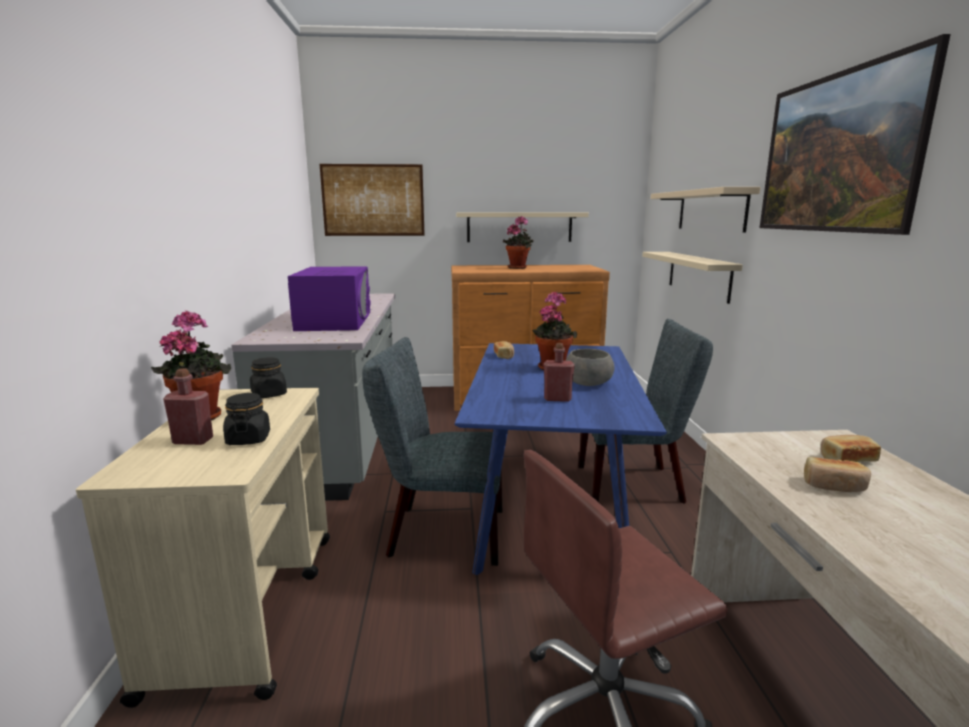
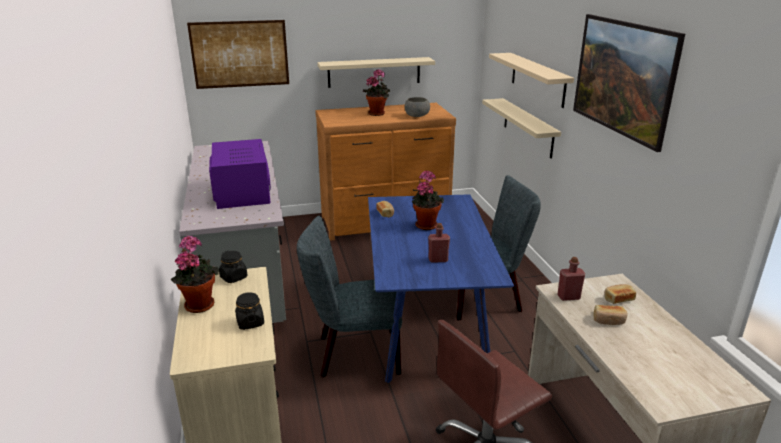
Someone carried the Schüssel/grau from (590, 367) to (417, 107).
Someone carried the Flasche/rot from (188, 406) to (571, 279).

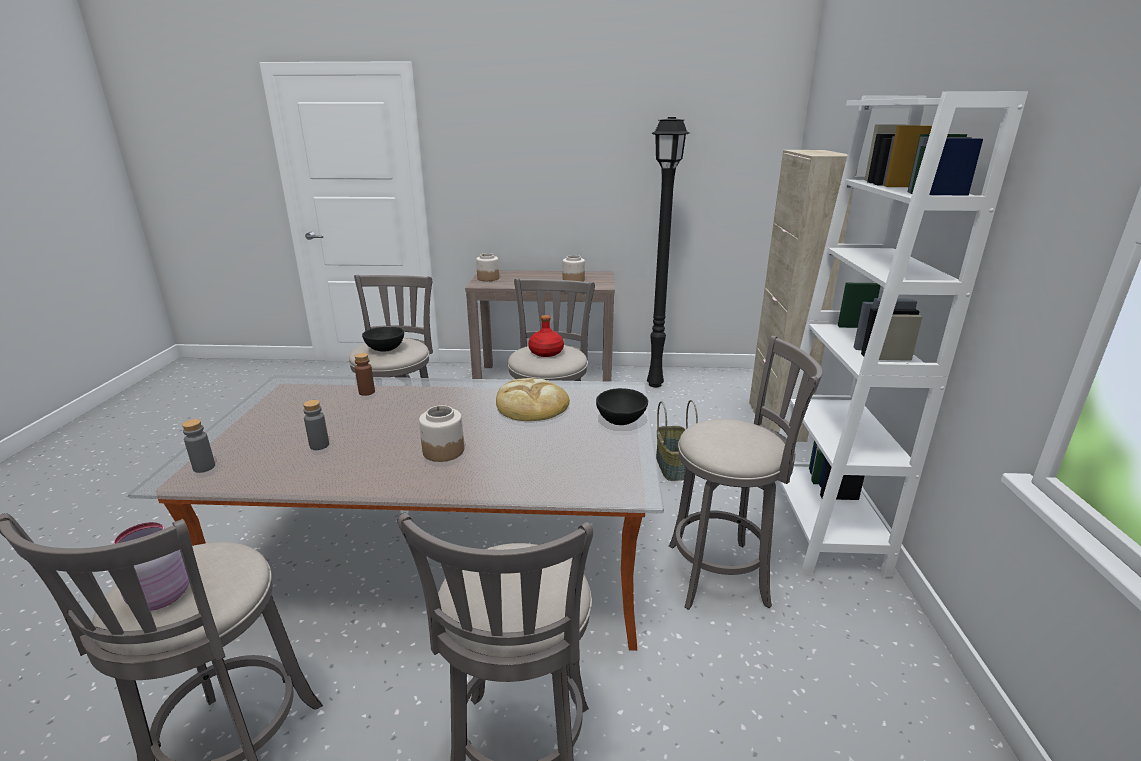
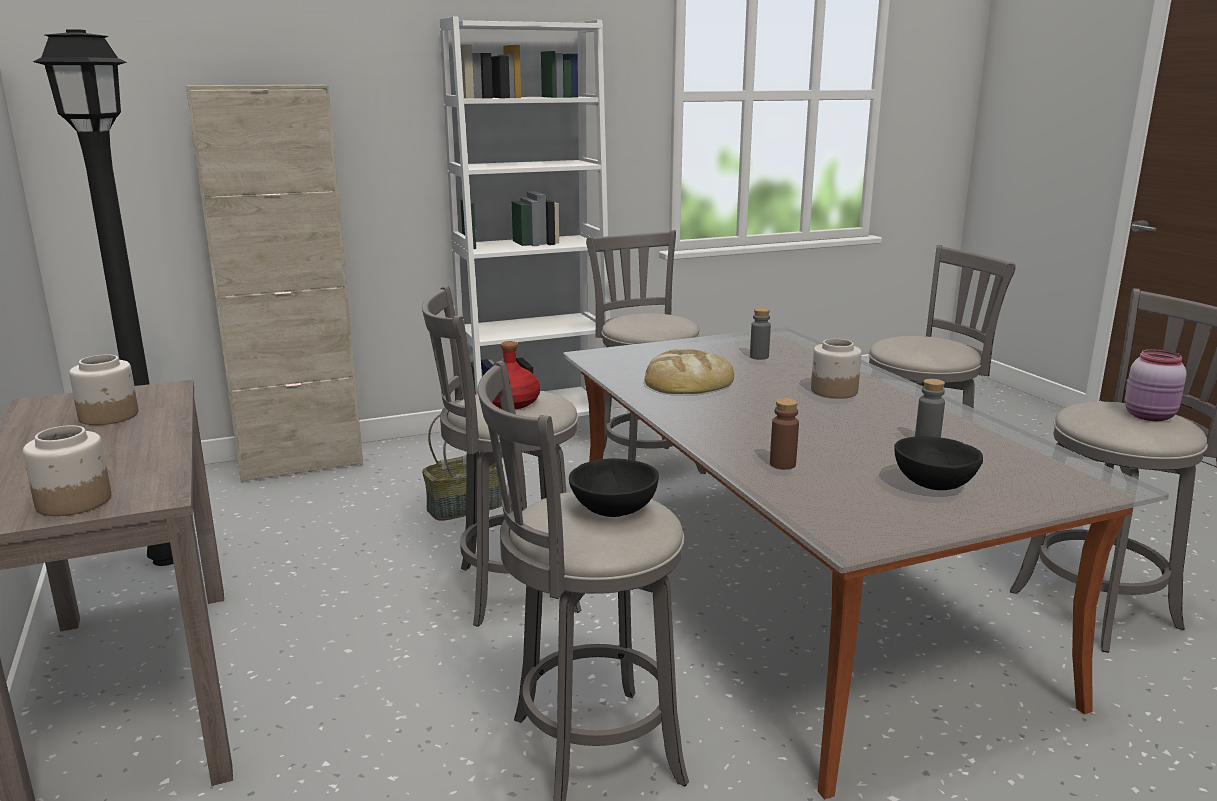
Someone carried the Flasche/grau from (198, 446) to (760, 334).
Someone carried the Schüssel/schwarz from (622, 406) to (938, 463).

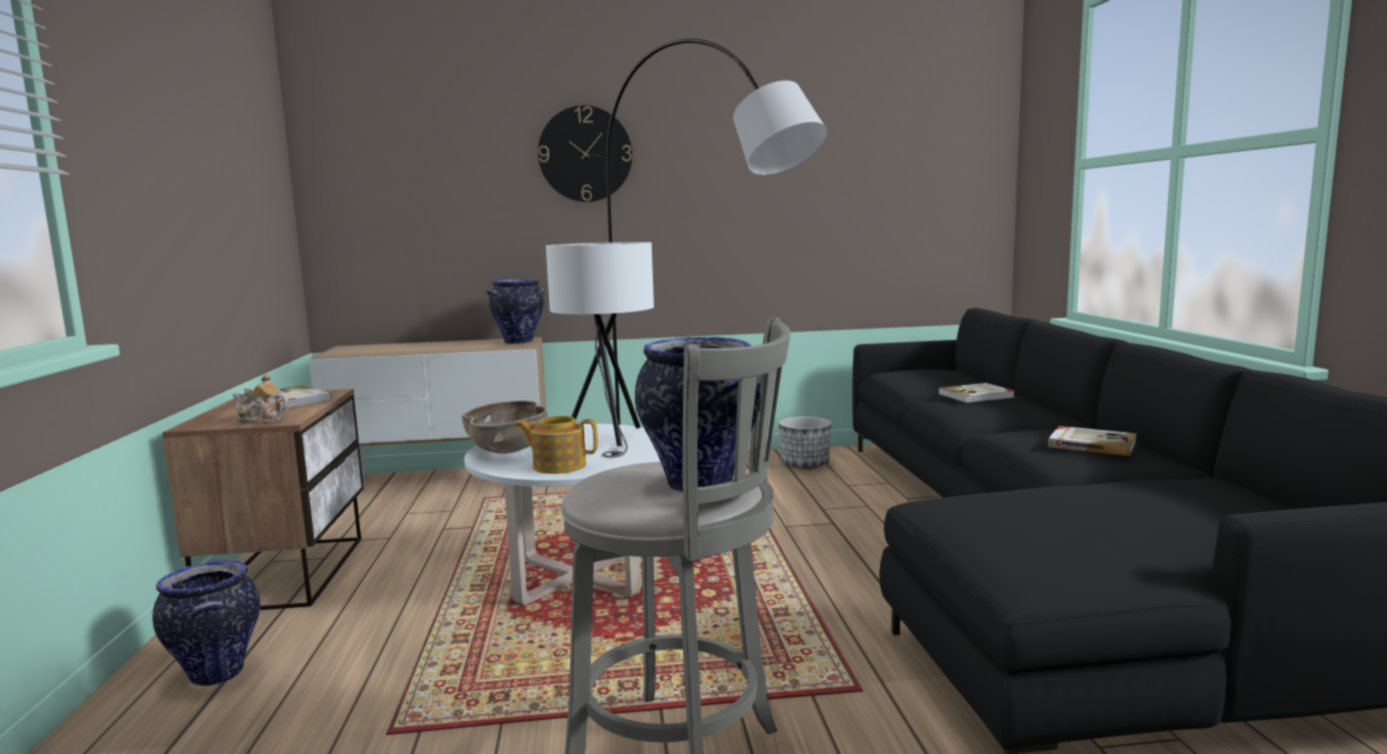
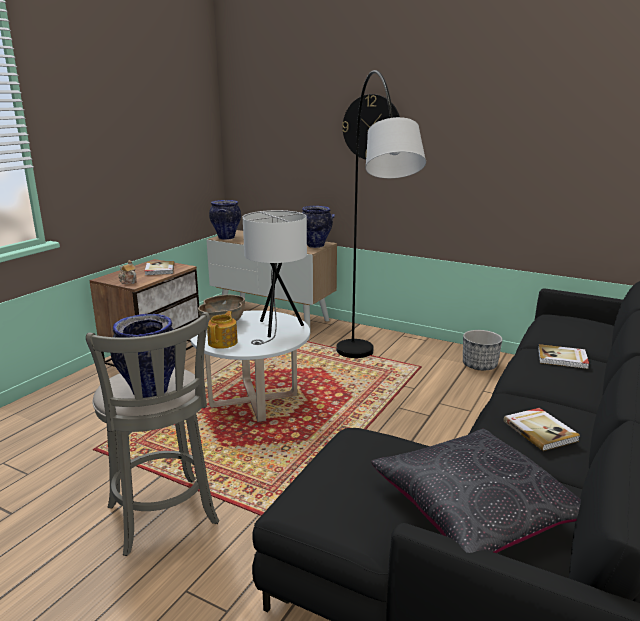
Someone rotated the Teekanne at (556, 445) by 60 degrees clockwise.
Someone carried the Vase from (206, 623) to (225, 220).
Someone put down the Kissen/schwarz at (476, 491).

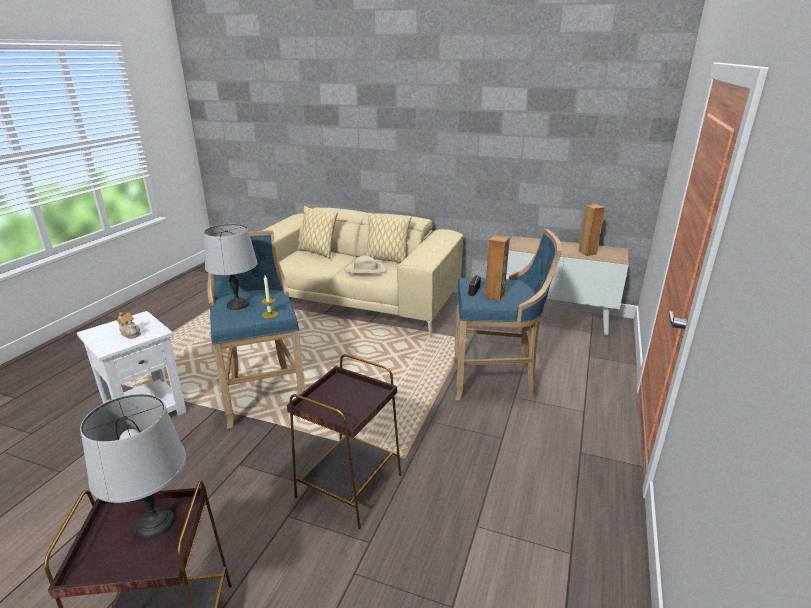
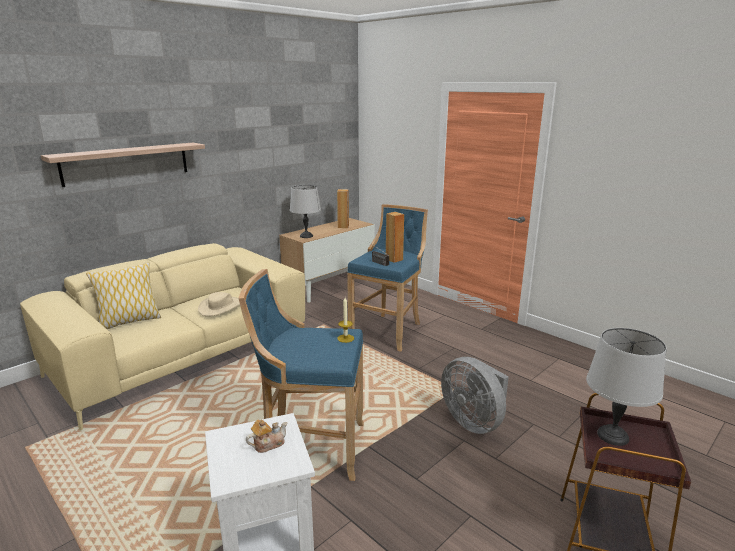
Someone put up the Wandregal at (123, 165).
Someone carried the Tischlampe/grau from (230, 267) to (305, 211).
Someone swapped the Beistelltisch/braun at (344, 441) for the Ventilator/grau at (475, 395).
Someone took away the Kissen at (388, 237).

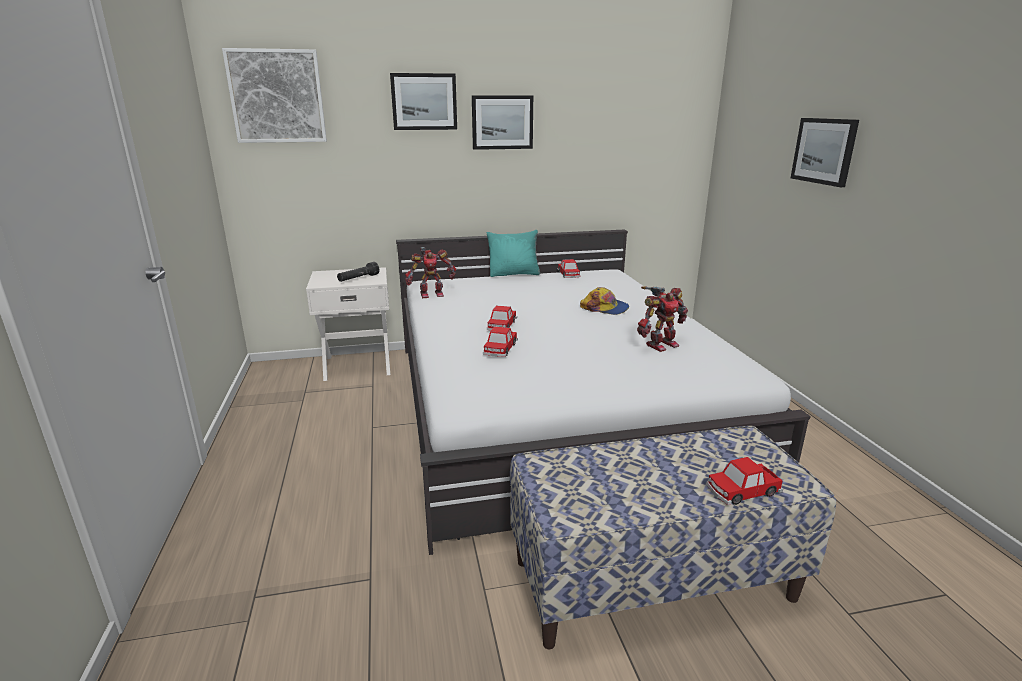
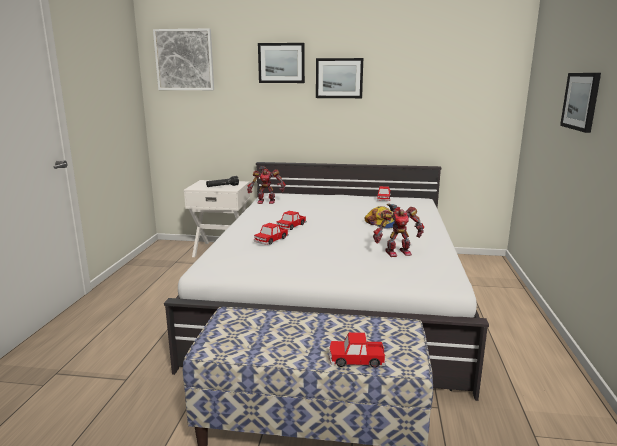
Someone took away the Kissen/türkis at (513, 253).

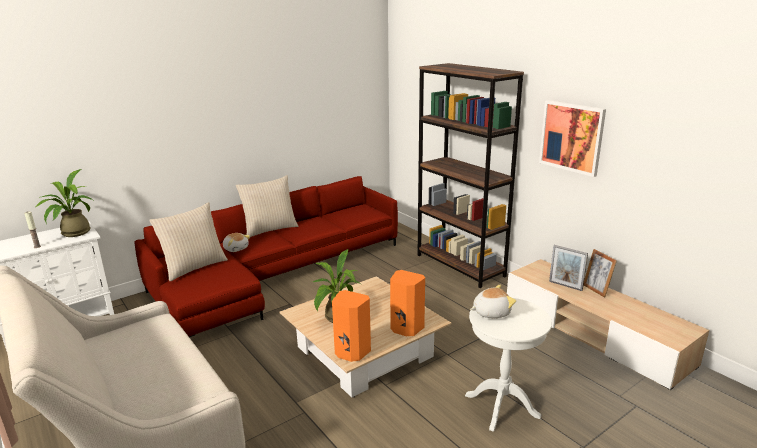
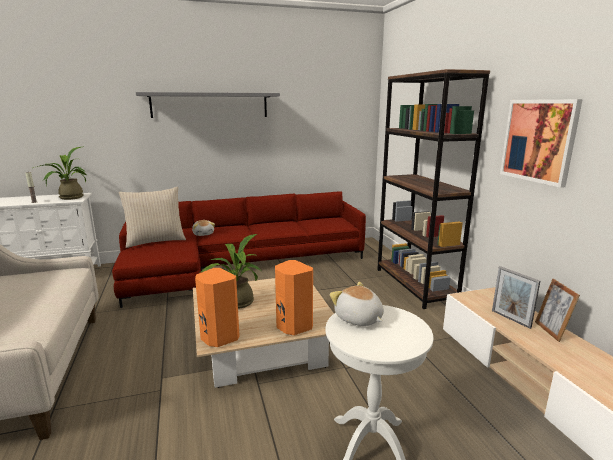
Someone put up the Wandregal/grau at (208, 105).
Someone rotated the Plüschtier at (493, 301) by 135 degrees counterclockwise.
Someone took away the Kissen/beige at (267, 206).

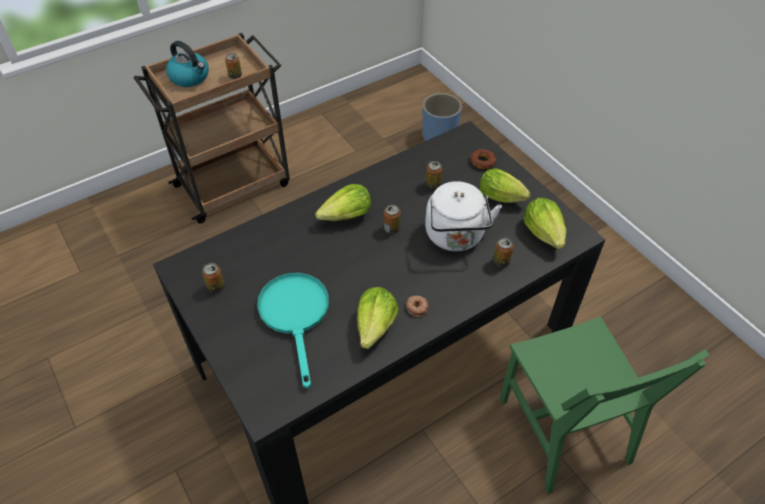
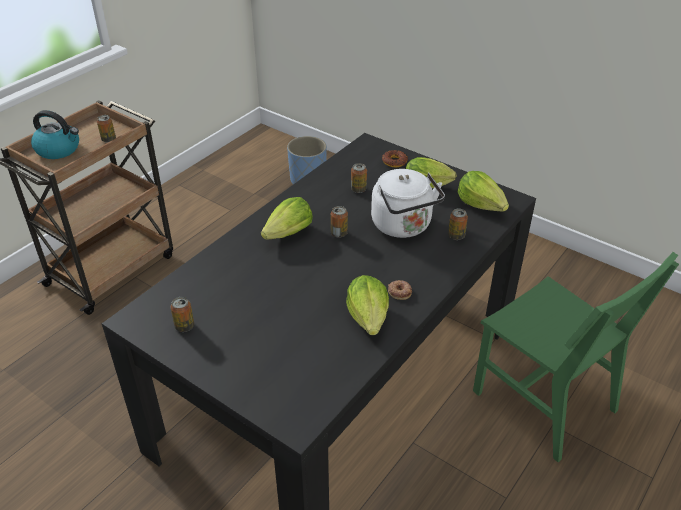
Someone took away the Pfanne/türkis at (293, 331).

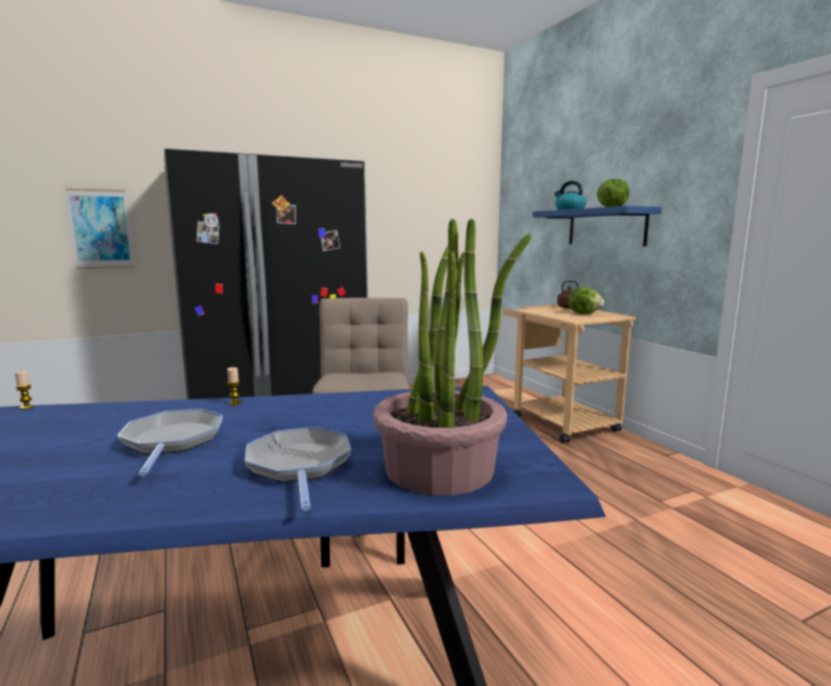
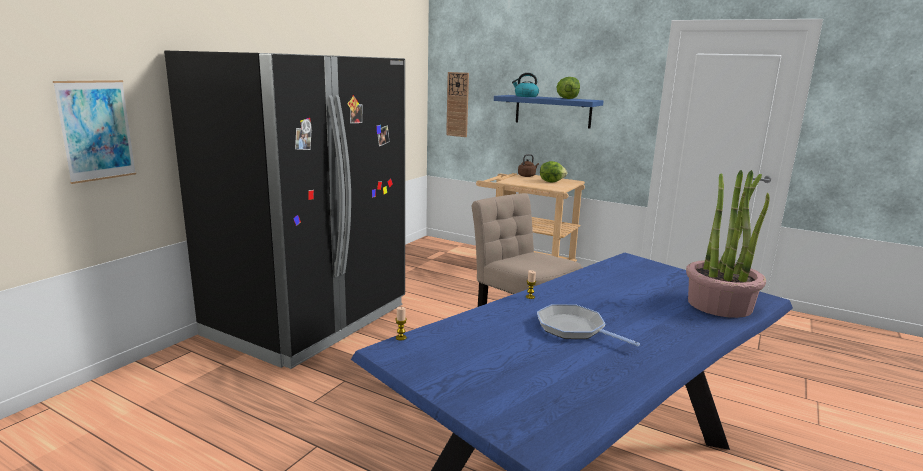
Someone put up the Wanduhr at (457, 104).
Someone took away the Pfanne at (298, 469).

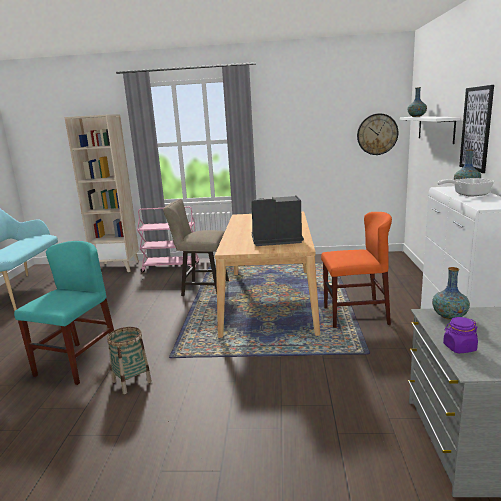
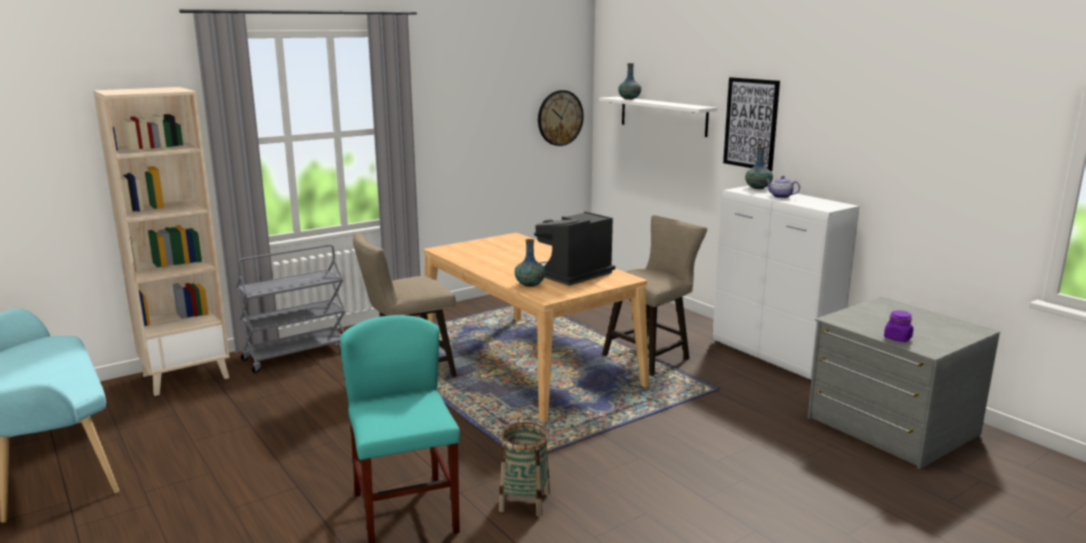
Someone repainted the Rollwagen/rosa at (168, 239), which became the Rollwagen/grau at (291, 308).
Someone carried the Vase from (451, 293) to (530, 263).
Someone swapped the Stuhl/orange at (356, 270) for the Hocker/beige at (654, 295).
Someone swapped the Pfanne at (466, 187) for the Teekanne at (782, 187).

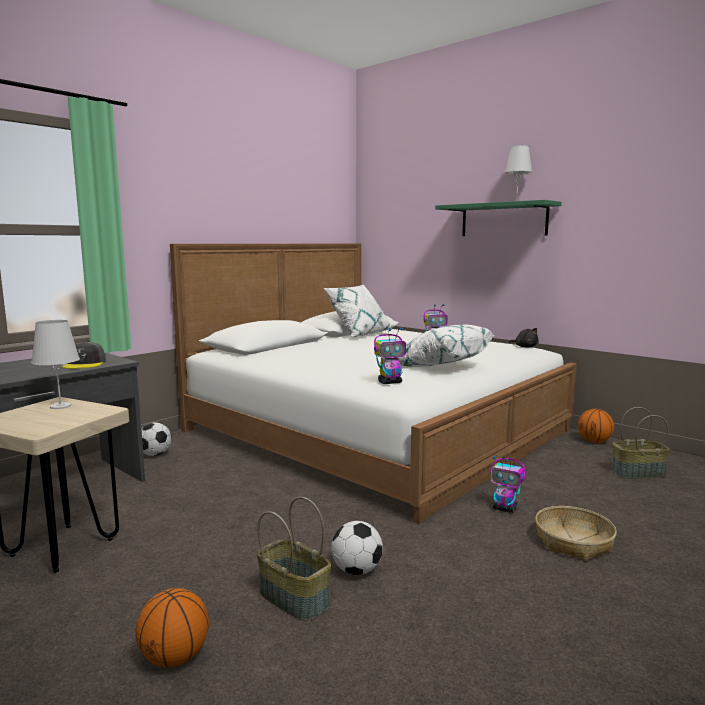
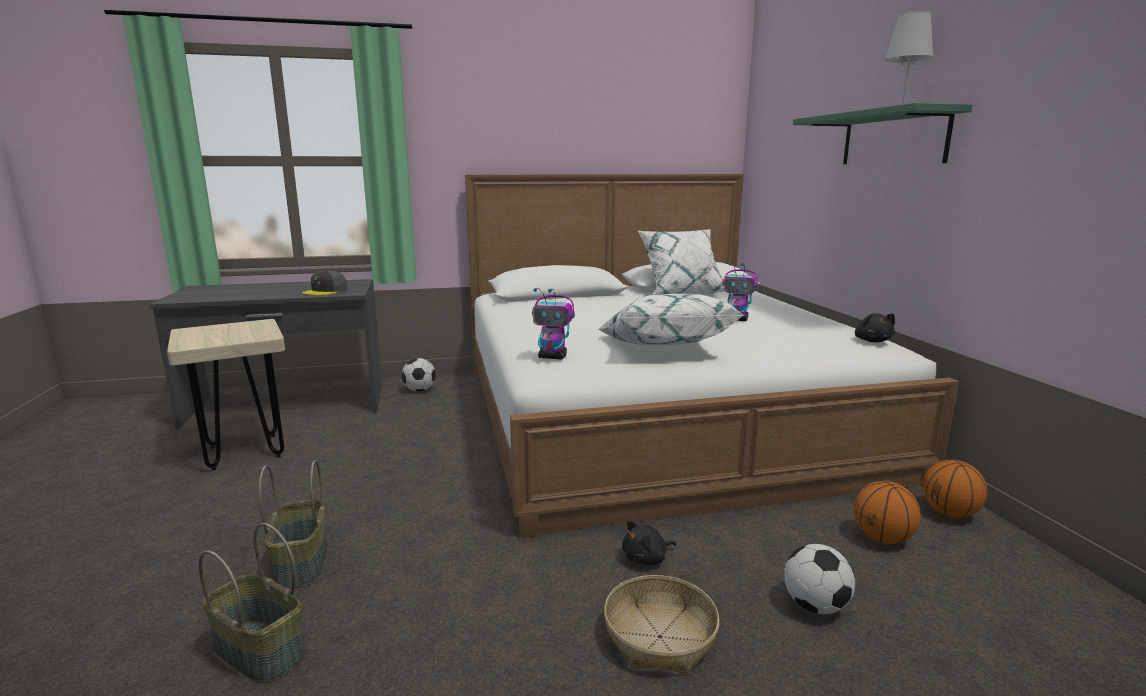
Someone carried the Korb from (640, 443) to (252, 603).
Someone swapped the Spielzeugroboter at (508, 484) for the Plüschtier/schwarz at (649, 542).
Someone carried the Fußball from (357, 548) to (819, 579).
Someone carried the Basketball from (172, 627) to (887, 512).
Someone took away the Tischlampe/weiß at (55, 364).

